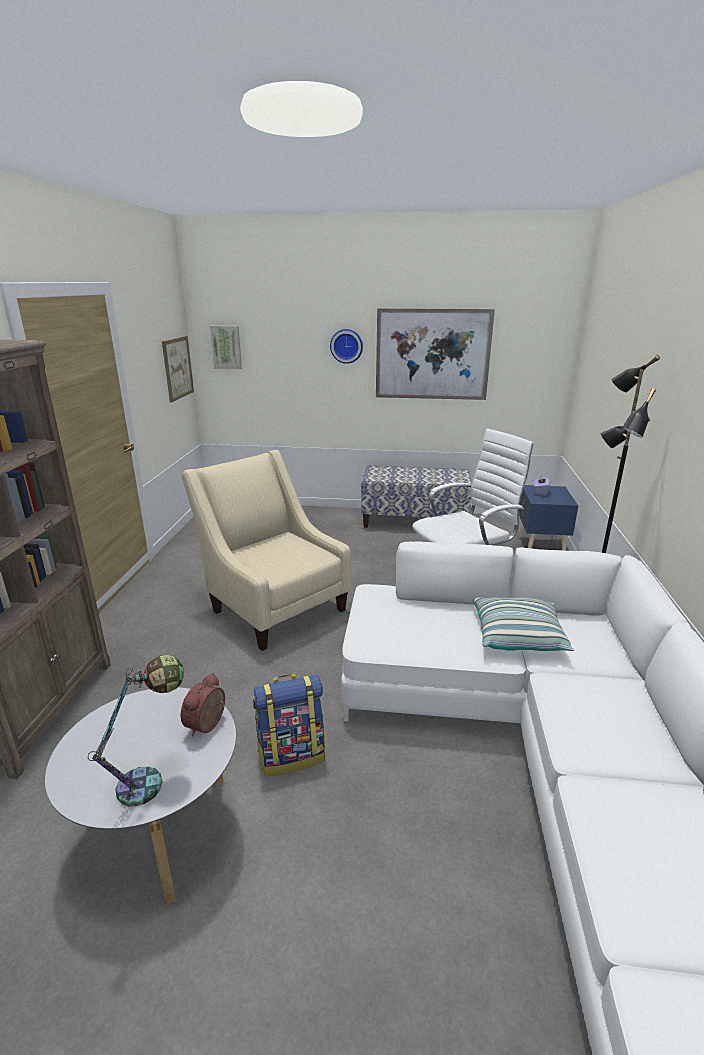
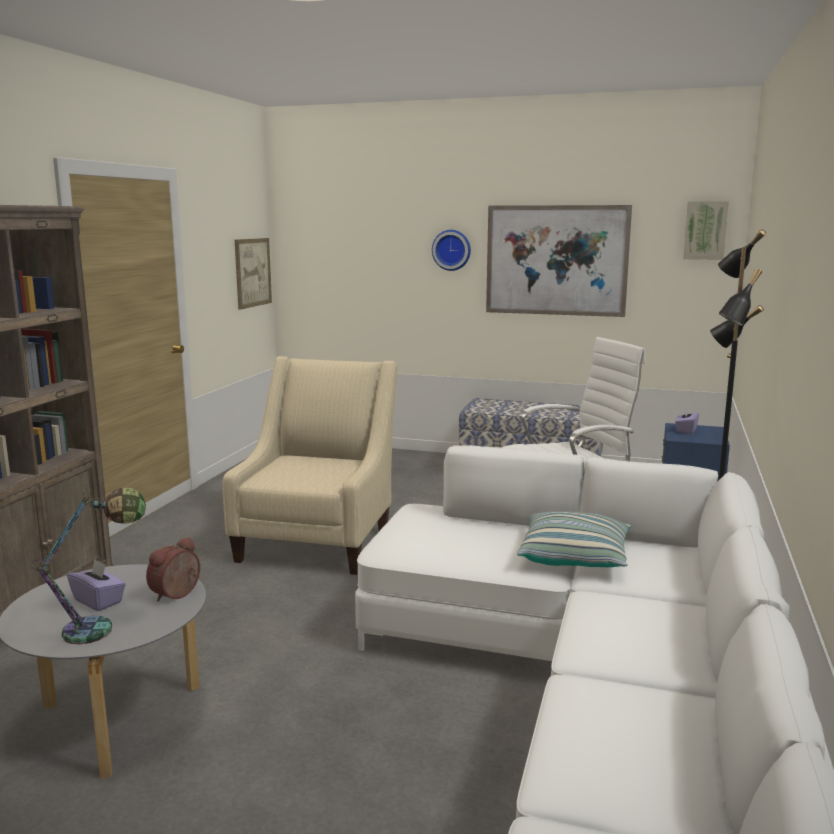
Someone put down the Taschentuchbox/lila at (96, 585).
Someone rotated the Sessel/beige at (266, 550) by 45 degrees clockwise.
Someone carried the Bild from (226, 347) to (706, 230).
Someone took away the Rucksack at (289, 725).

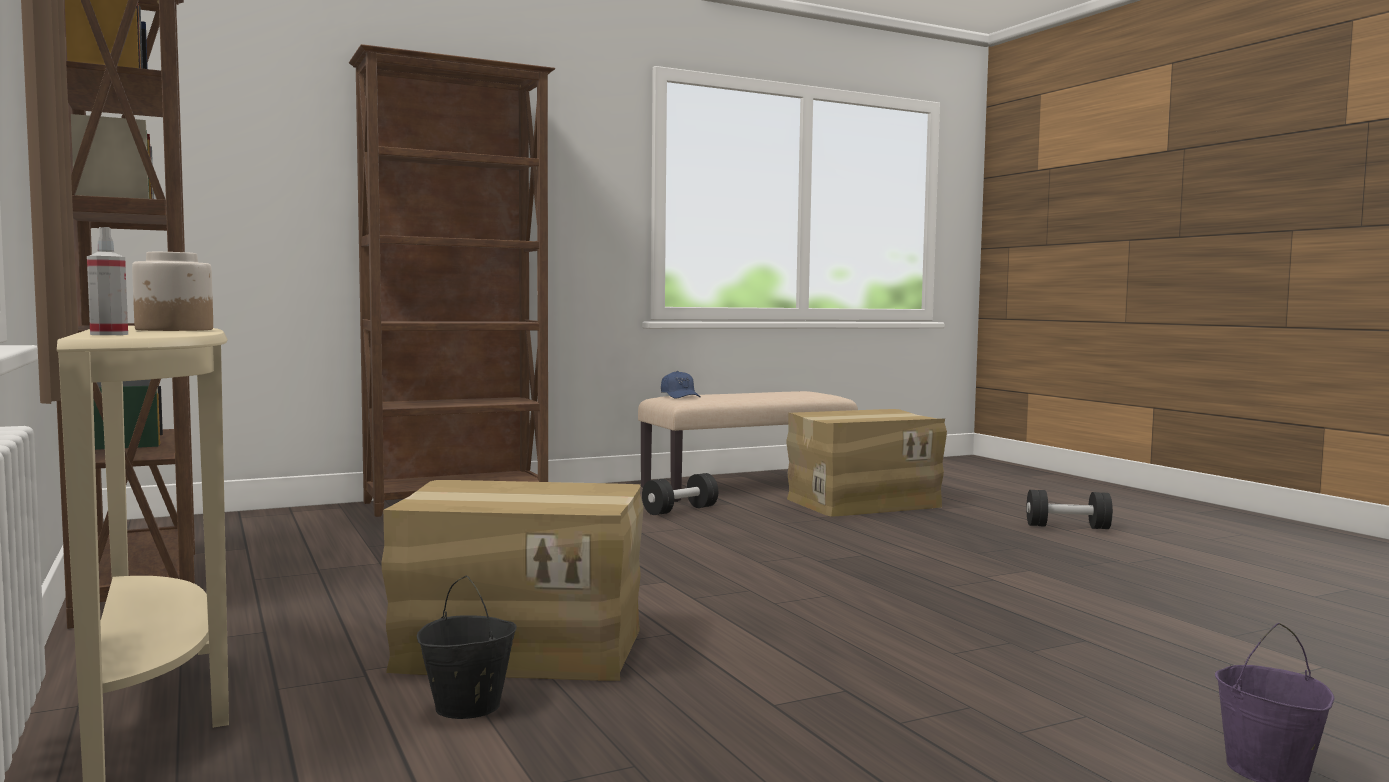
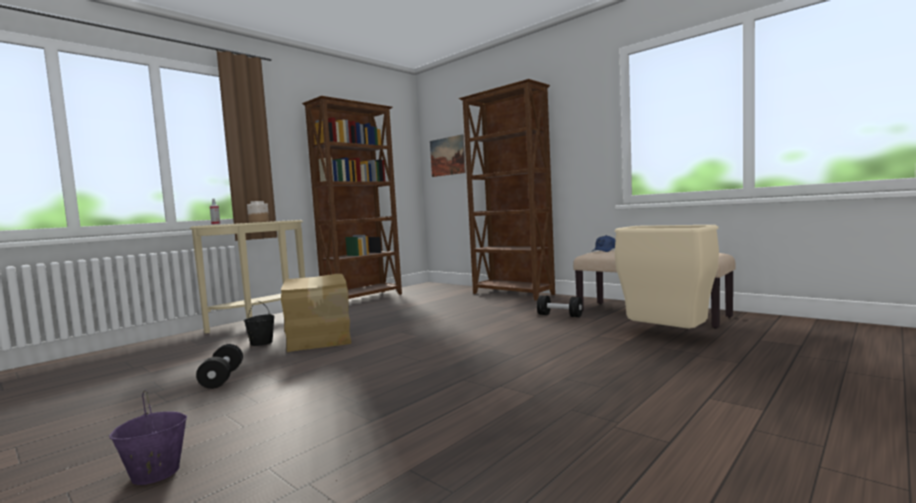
Someone carried the Hantel/schwarz from (1070, 509) to (219, 366).
Someone put up the Bild at (448, 155).
Someone swapped the Karton at (867, 463) for the Mülleimer/beige at (667, 277).

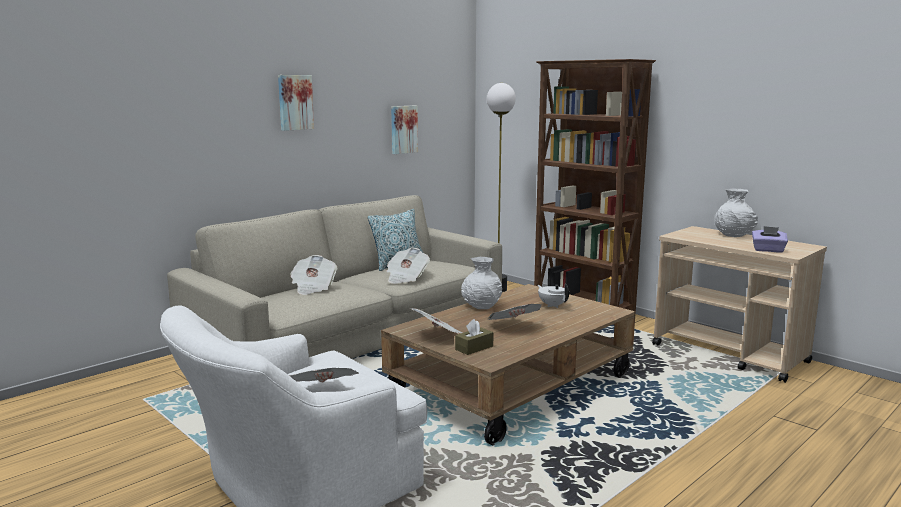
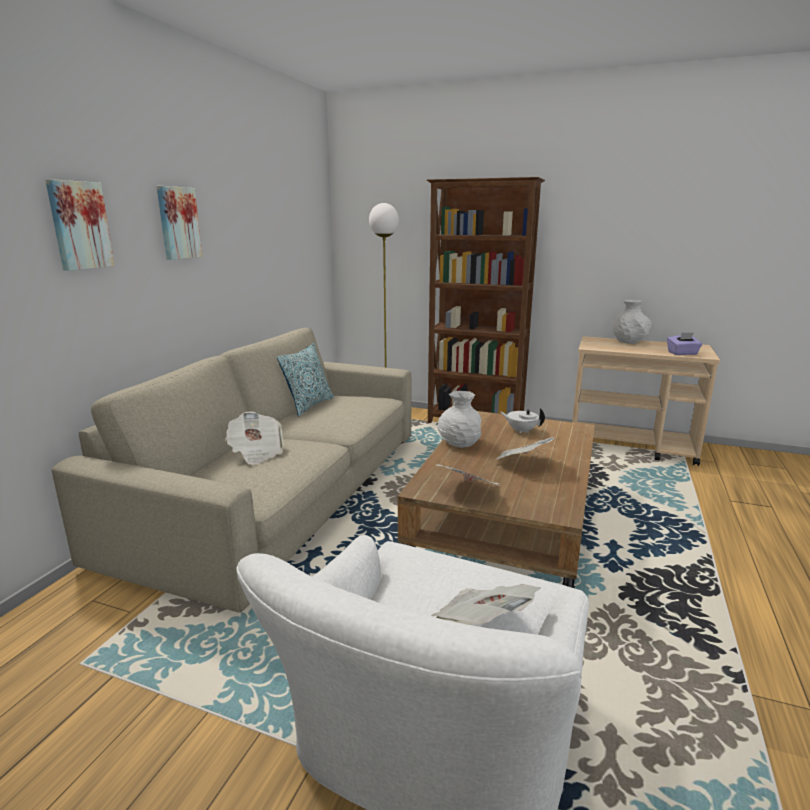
Someone carried the Bild from (404, 130) to (80, 225).
Someone took away the Zeitung at (408, 266).
Someone took away the Taschentuchbox/braun at (474, 337).

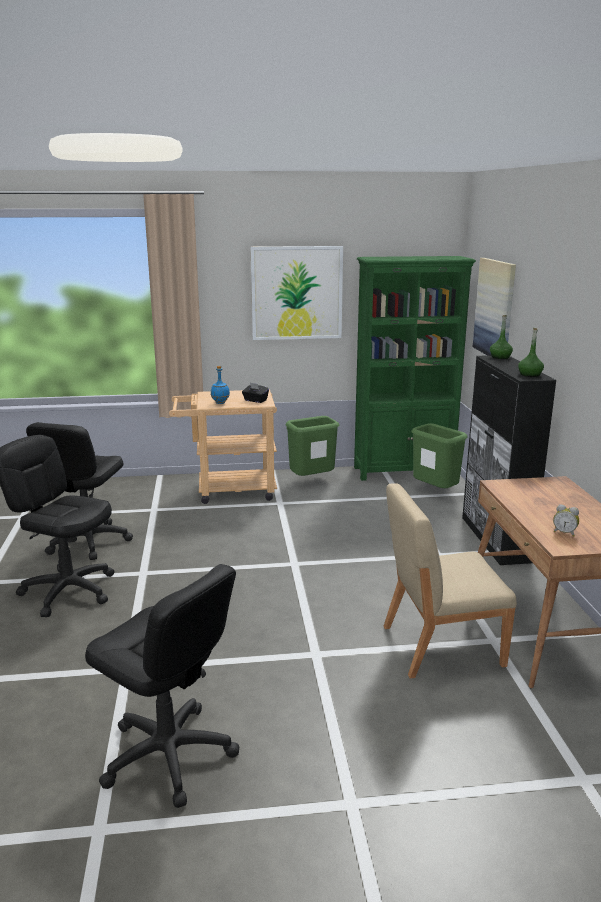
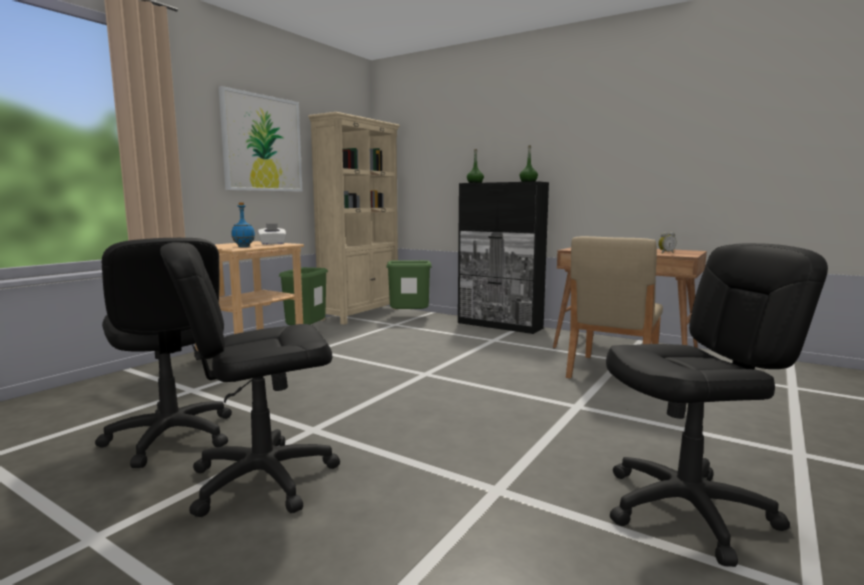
Someone repainted the Taschentuchbox/schwarz at (255, 393), which became the Taschentuchbox/weiß at (272, 234).
Someone repainted the Bücherregal/grün at (415, 368), which became the Bücherregal/beige at (354, 218).
Someone took away the Bild at (494, 306).

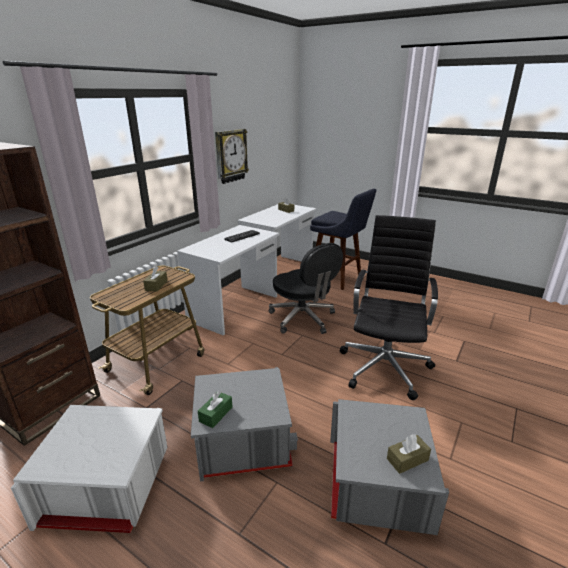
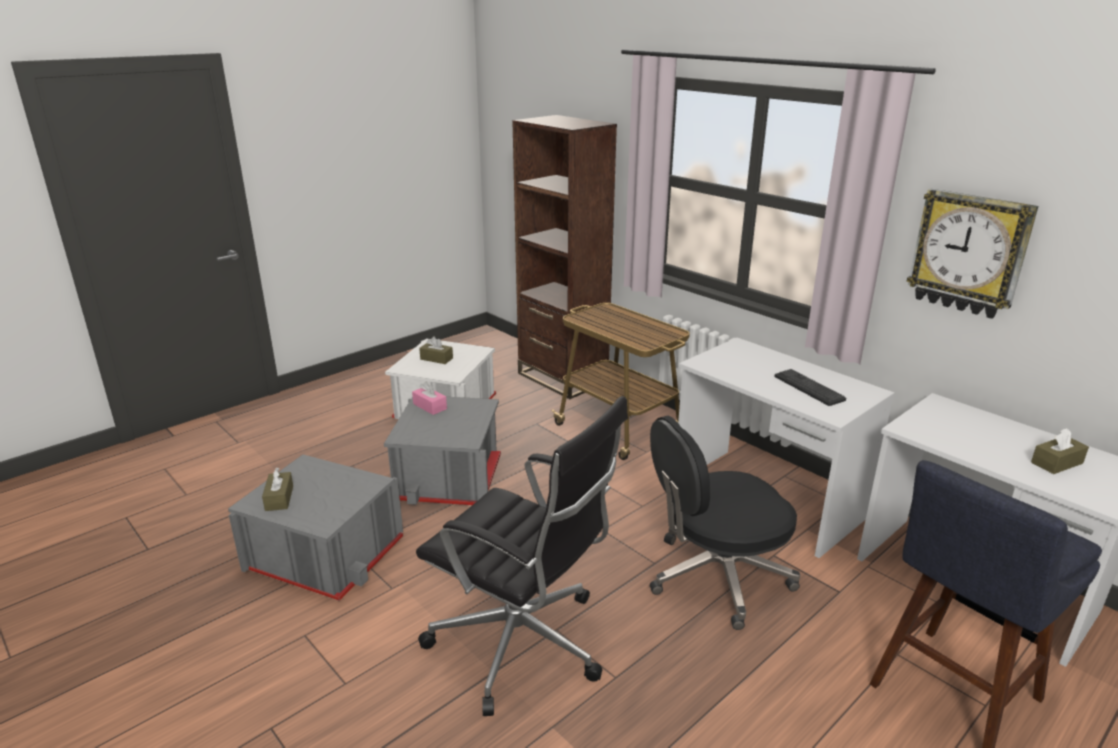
Someone repainted the Taschentuchbox/grün at (215, 409), which became the Taschentuchbox/rosa at (429, 398).
Someone carried the Taschentuchbox/braun from (155, 279) to (436, 350).

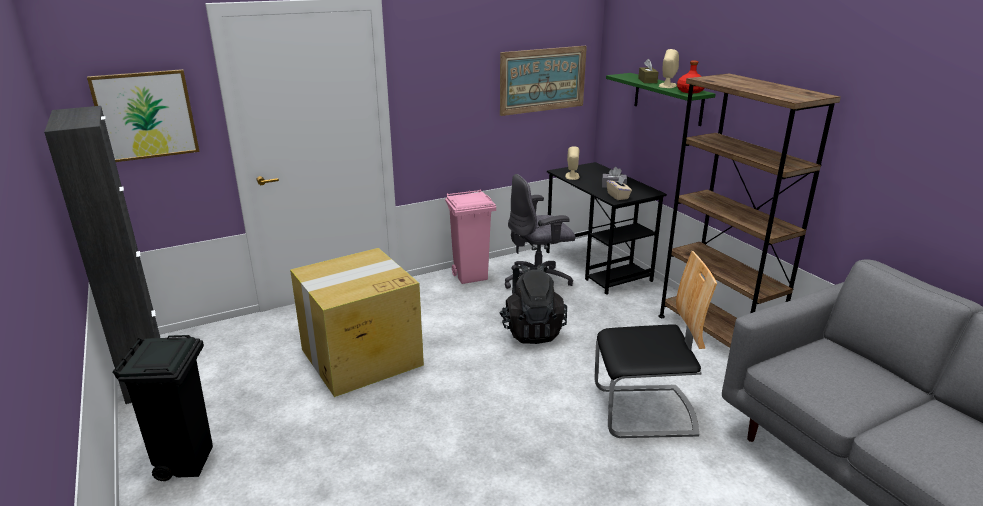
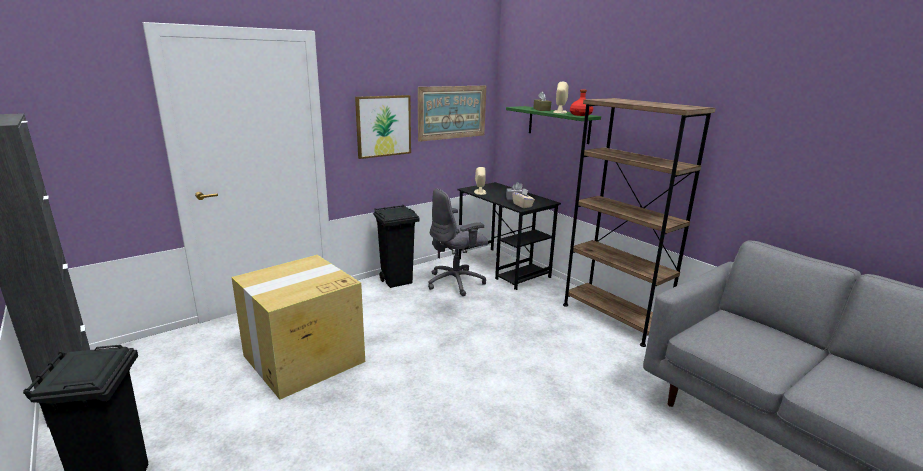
Someone carried the Bild from (143, 115) to (383, 127).
Someone repainted the Mülleimer/rosa at (470, 236), which became the Mülleimer/schwarz at (396, 246).
Someone took away the Rucksack/schwarz at (533, 303).
Someone took away the Stuhl at (655, 344).

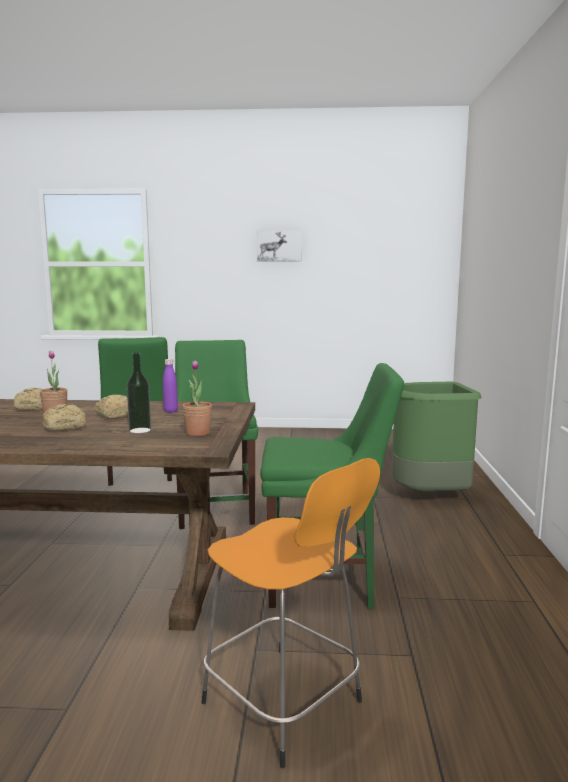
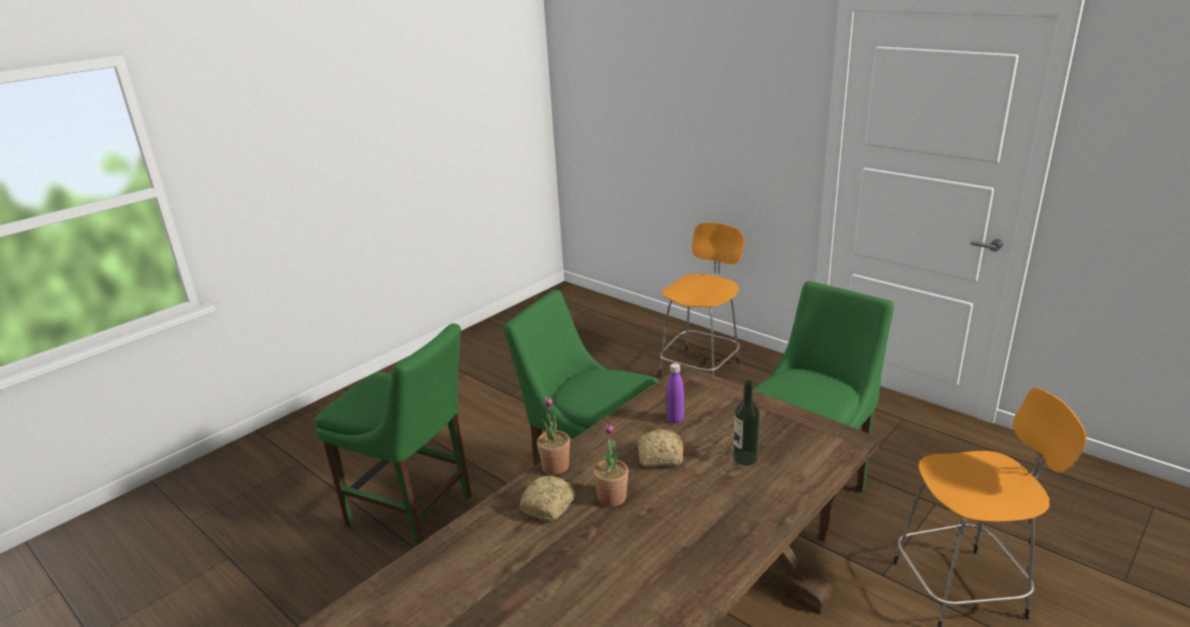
Someone carried the Topfpflanze from (197, 398) to (553, 436).
Someone swapped the Mülleimer/grün at (436, 437) for the Hocker/orange at (701, 300).
Someone took away the Brot at (64, 417).
Someone took away the Bild at (279, 245).

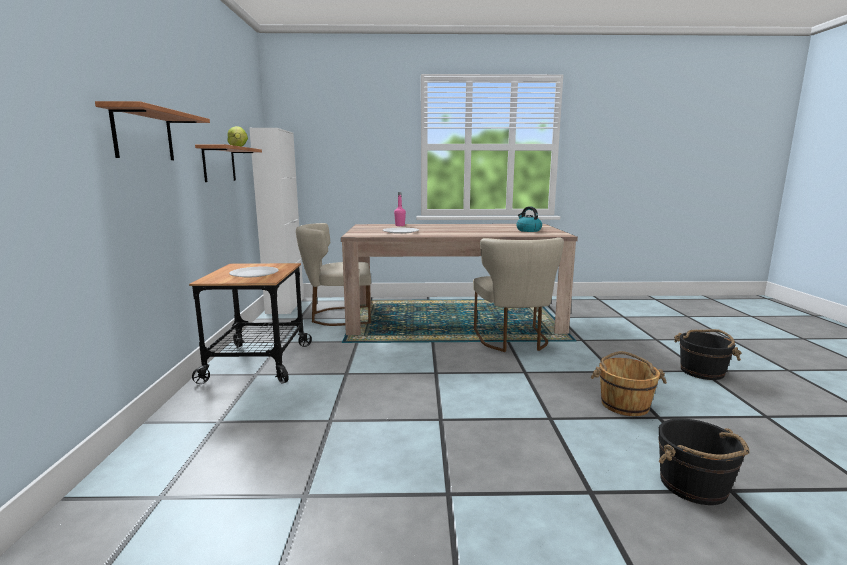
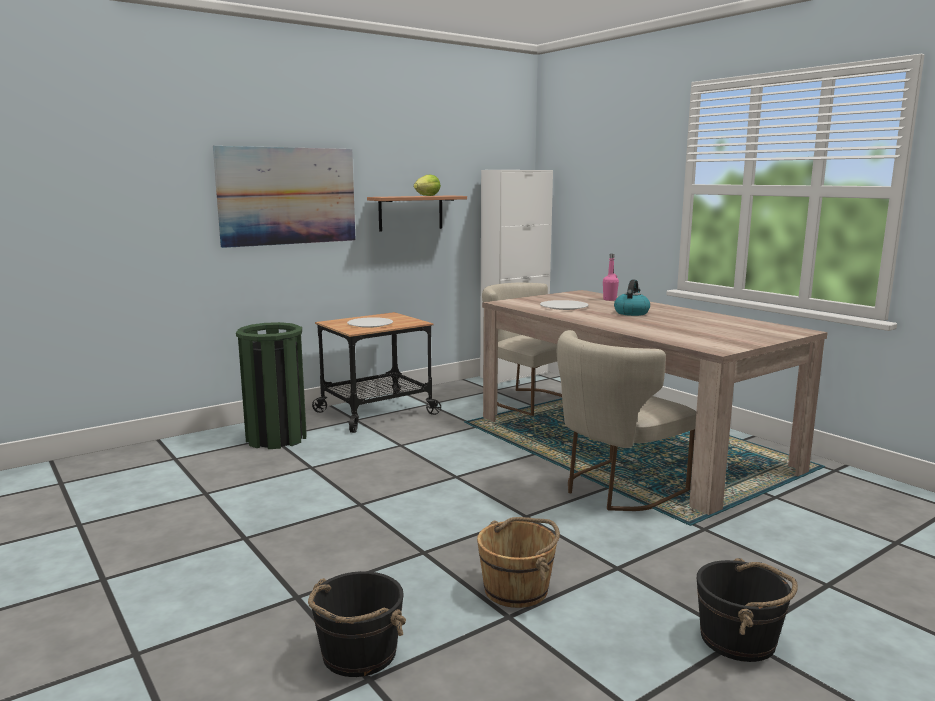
Someone swapped the Wandregal at (152, 130) for the Bild at (284, 197).
Someone put down the Mülleimer/grün at (271, 385).
Someone carried the Wasserkessel from (529, 219) to (632, 297).

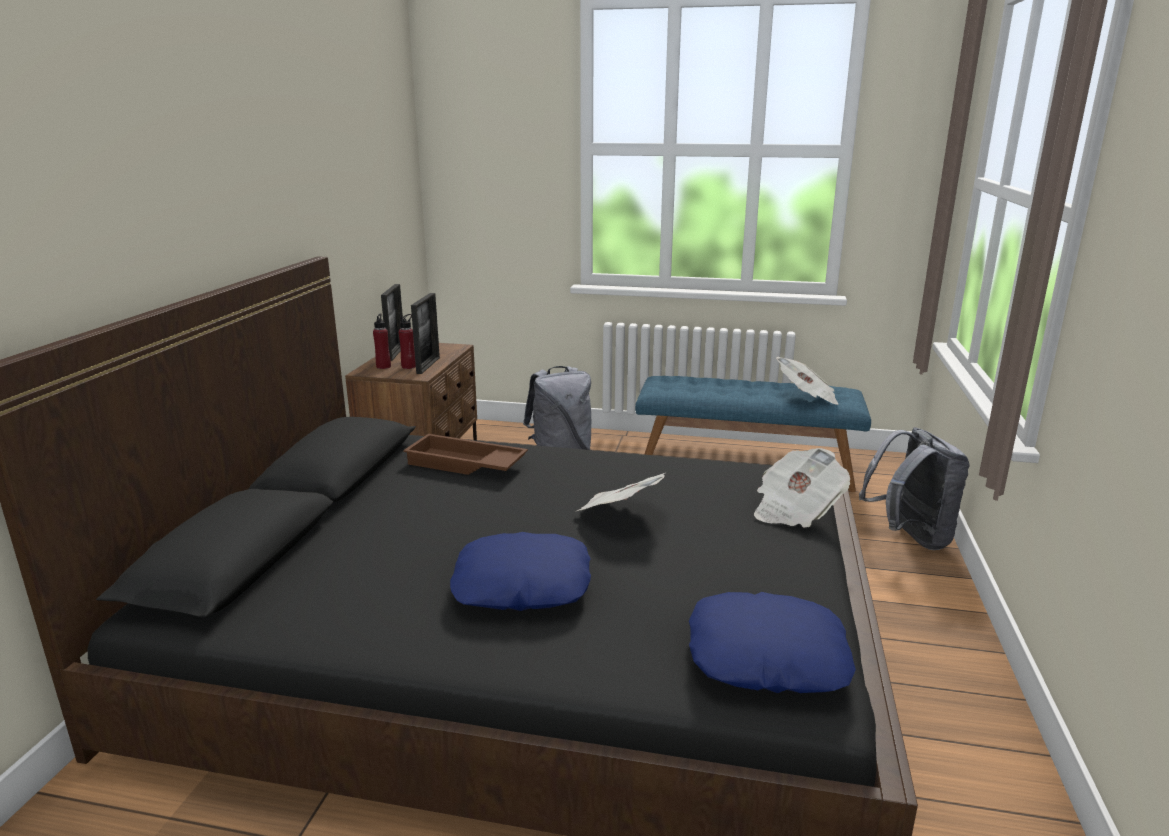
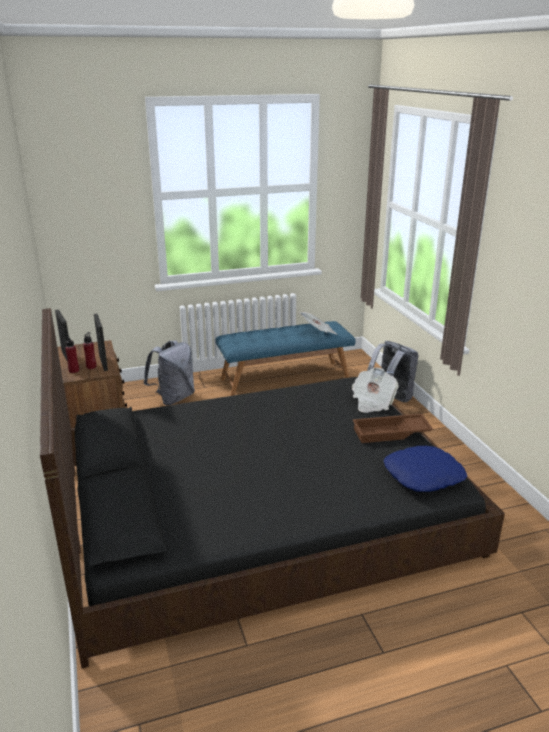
Someone carried the Tablett/braun from (465, 454) to (393, 428).
Someone took away the Kissen/blau at (520, 571).
Someone took away the Zeitung at (621, 492).

